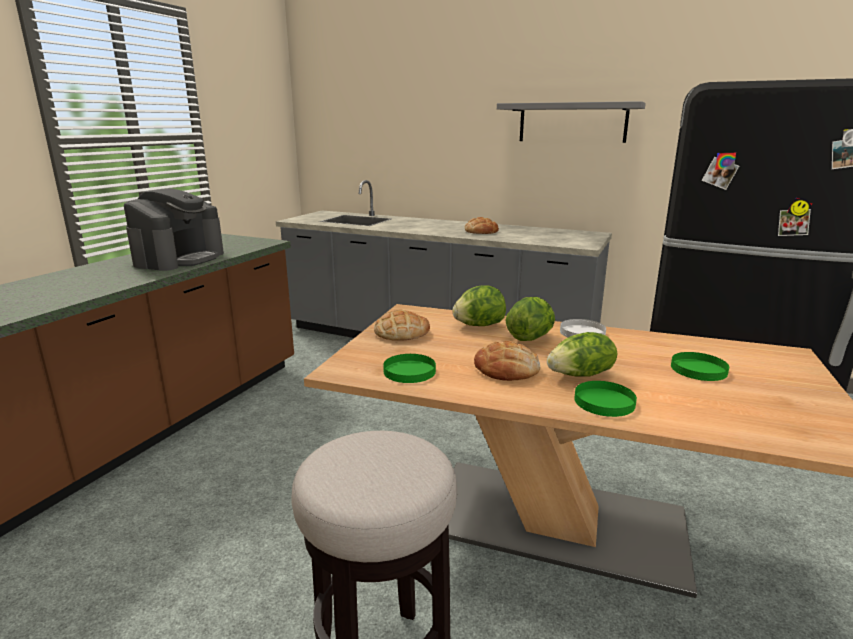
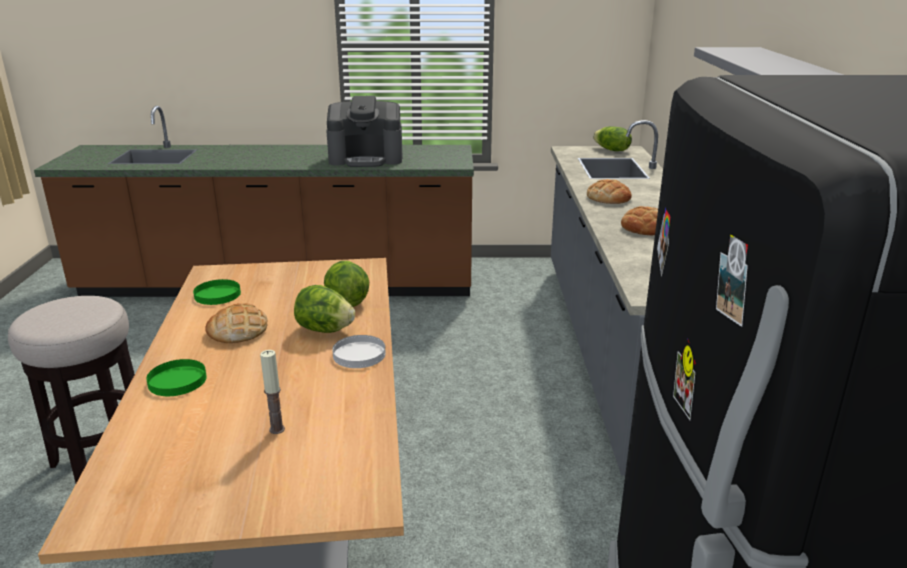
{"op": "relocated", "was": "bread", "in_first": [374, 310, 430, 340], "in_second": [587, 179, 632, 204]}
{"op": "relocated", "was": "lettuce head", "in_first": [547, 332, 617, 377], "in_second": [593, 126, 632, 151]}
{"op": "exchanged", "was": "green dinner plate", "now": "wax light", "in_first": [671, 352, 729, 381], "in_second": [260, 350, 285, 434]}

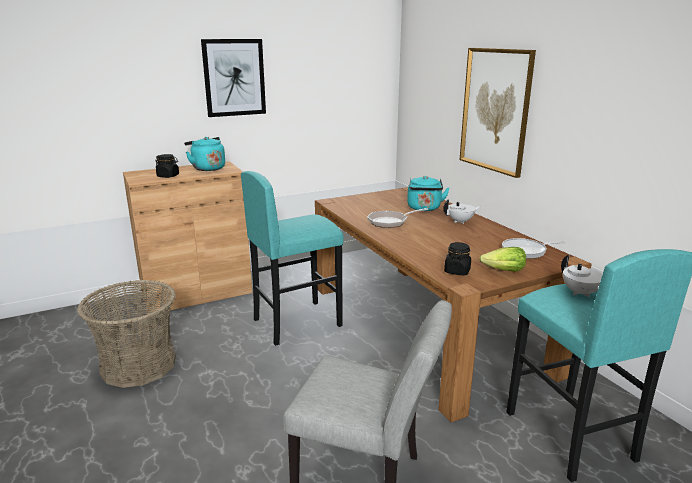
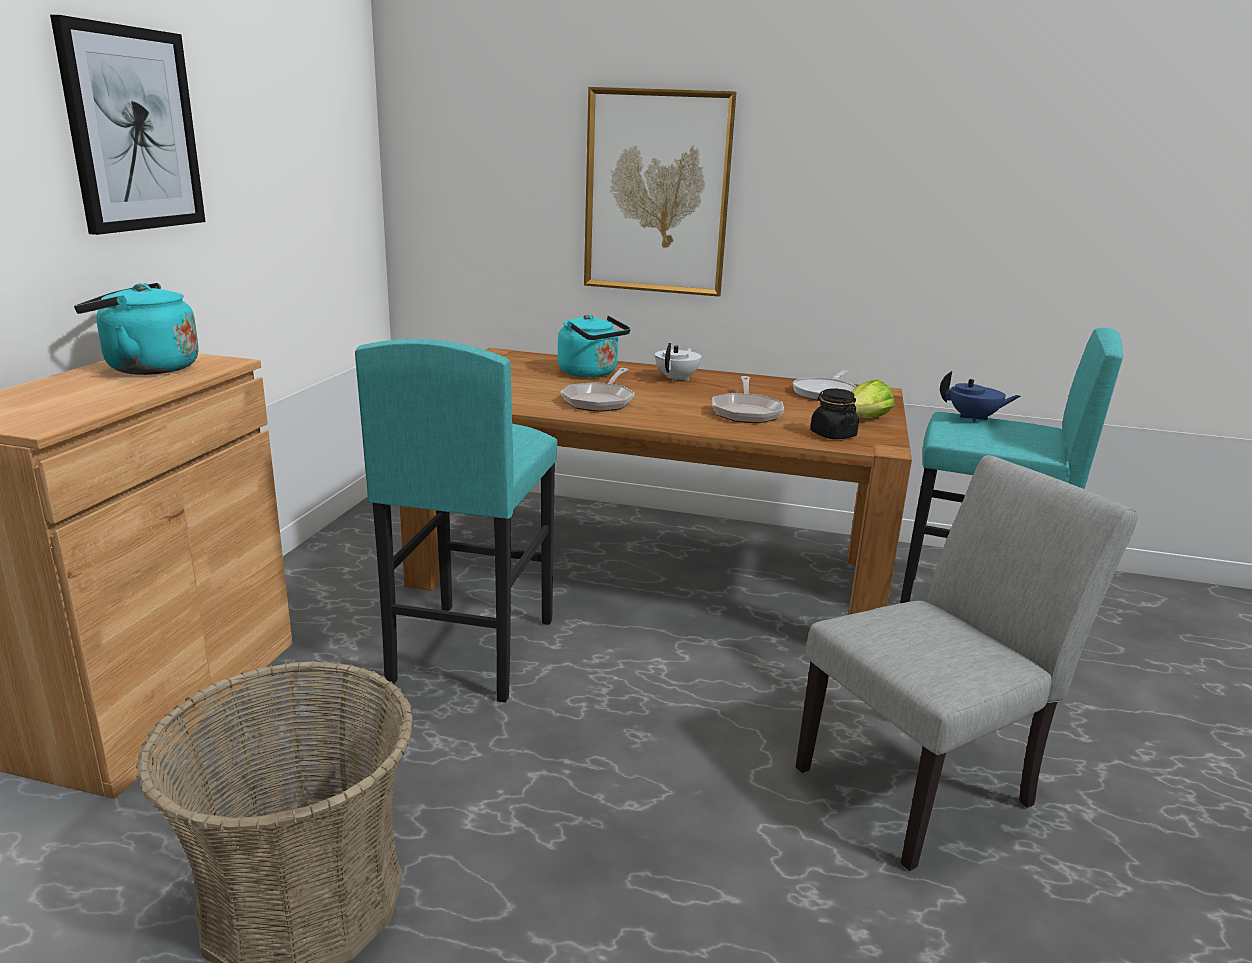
{"op": "missing", "was": "black storage jar", "in_first": [155, 154, 179, 178]}
{"op": "colour", "was": "whitish pot for tea", "now": "bluish pot for tea", "in_first": [561, 255, 603, 297], "in_second": [940, 371, 1021, 422]}
{"op": "appeared", "now": "pan", "in_second": [712, 376, 784, 423]}

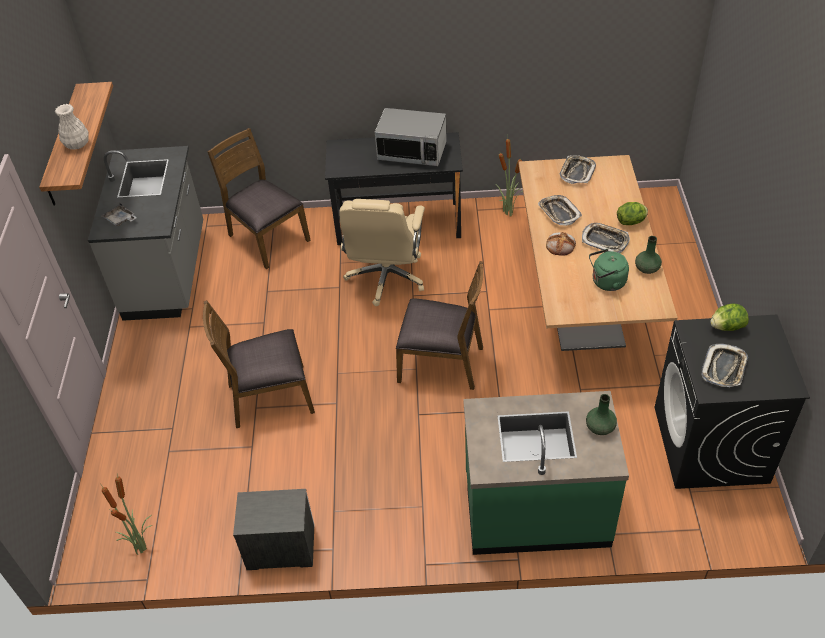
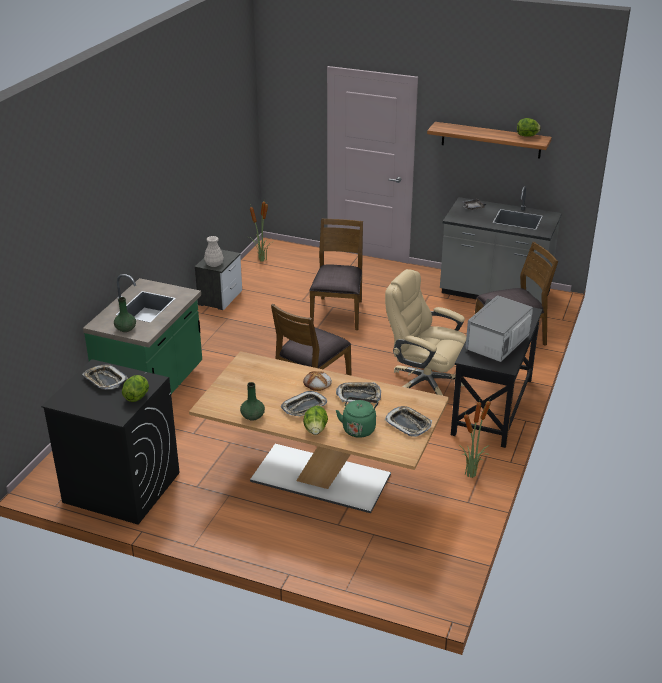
{"op": "relocated", "was": "whitish flower vase", "in_first": [55, 104, 89, 149], "in_second": [204, 236, 224, 267]}
{"op": "relocated", "was": "green water kettle", "in_first": [589, 249, 629, 291], "in_second": [336, 397, 378, 438]}
{"op": "appeared", "now": "lettuce head", "in_second": [517, 118, 541, 137]}

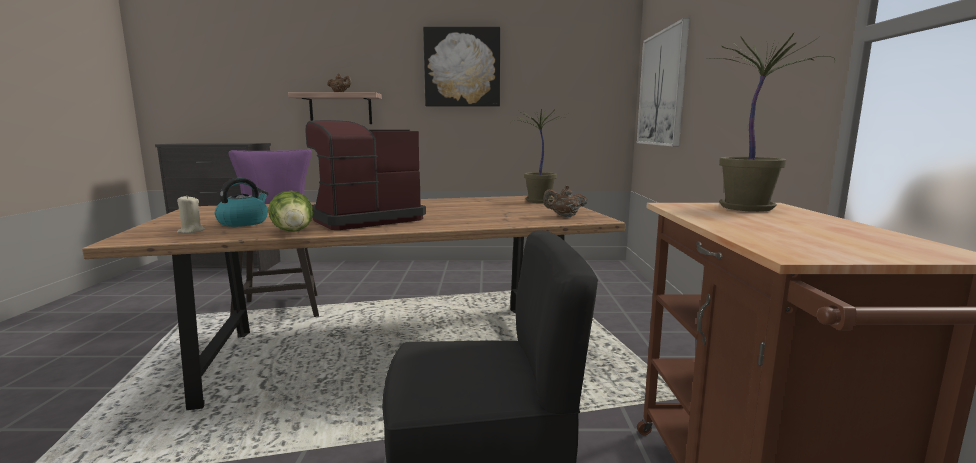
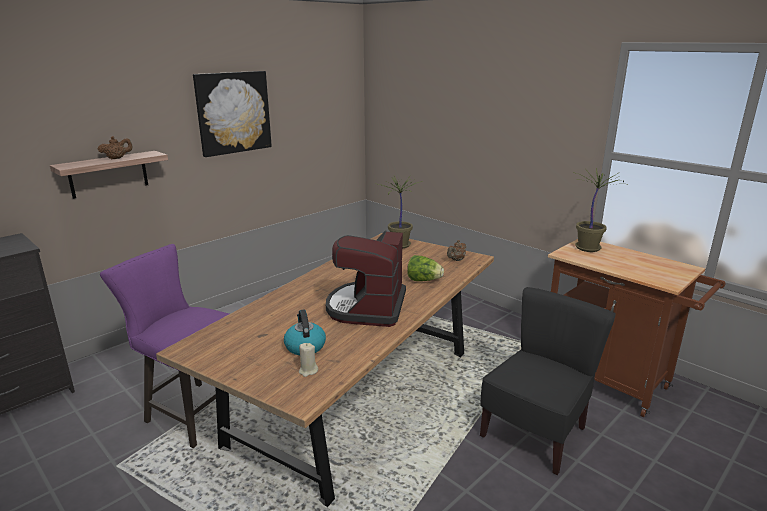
{"op": "missing", "was": "wall art", "in_first": [637, 18, 690, 147]}
{"op": "relocated", "was": "lettuce head", "in_first": [268, 191, 313, 232], "in_second": [407, 255, 444, 281]}

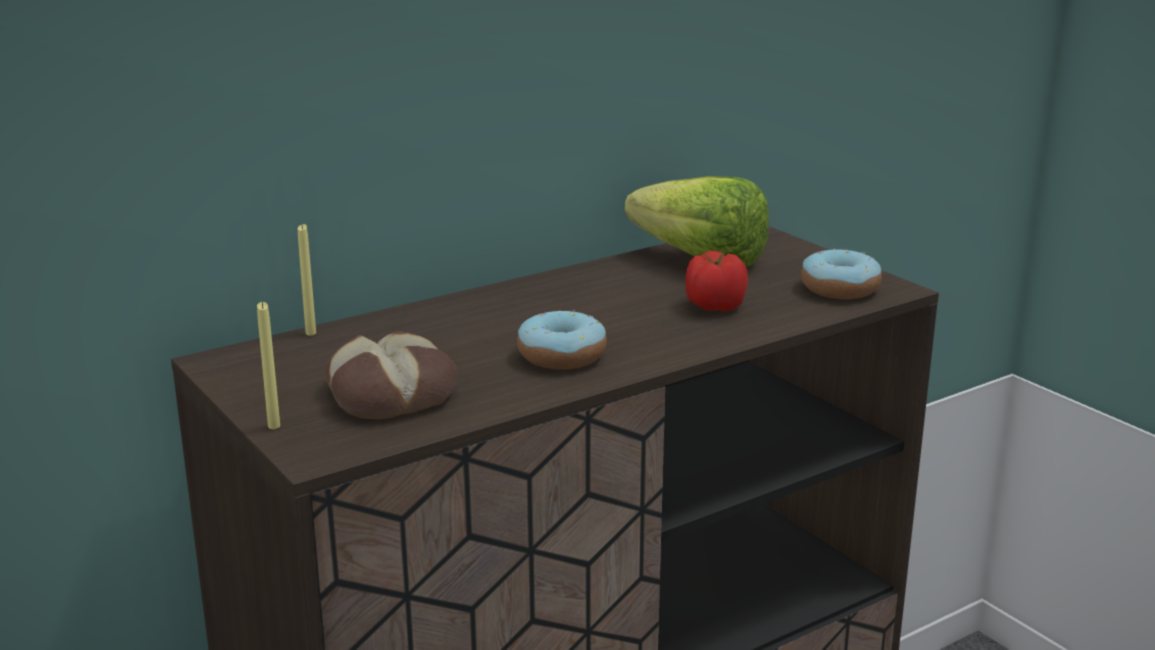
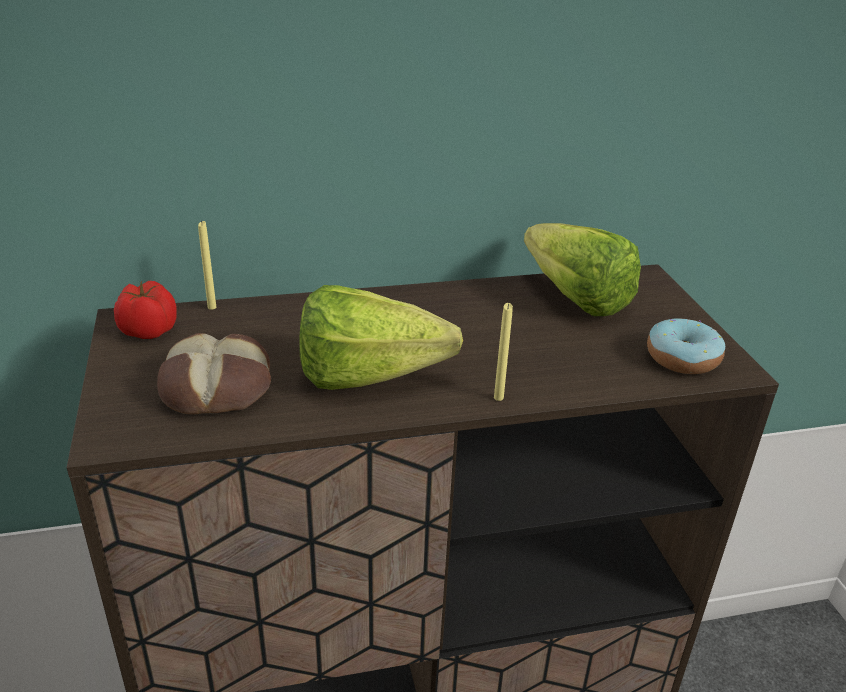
{"op": "relocated", "was": "whole tomato", "in_first": [685, 251, 748, 311], "in_second": [114, 281, 177, 339]}
{"op": "relocated", "was": "yellowish wax light", "in_first": [257, 302, 280, 429], "in_second": [494, 303, 513, 401]}
{"op": "exchanged", "was": "doughnut", "now": "lettuce head", "in_first": [517, 309, 607, 370], "in_second": [299, 285, 463, 390]}

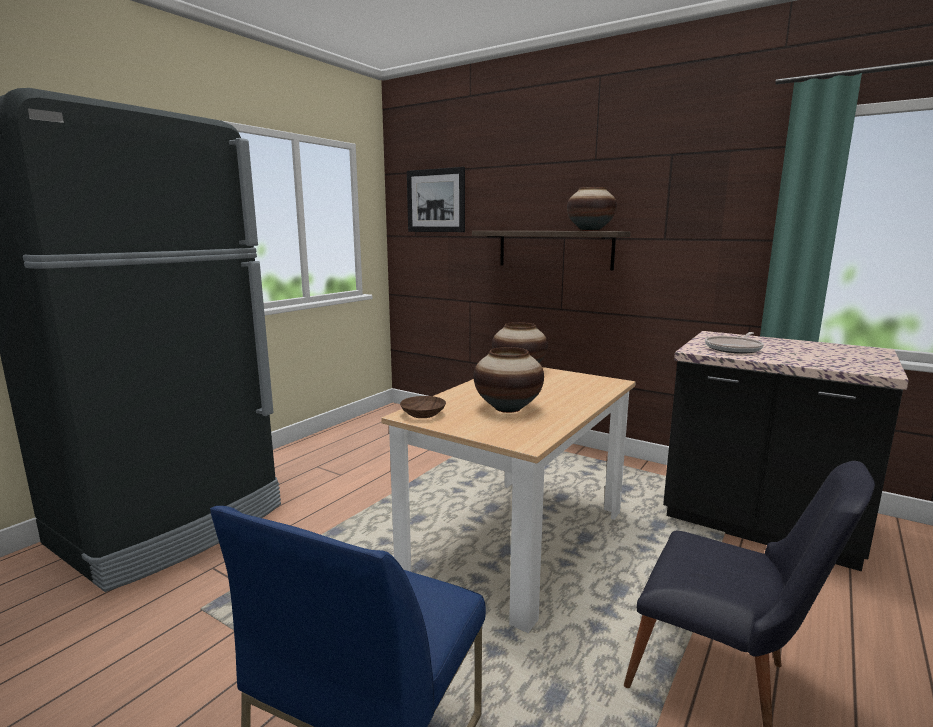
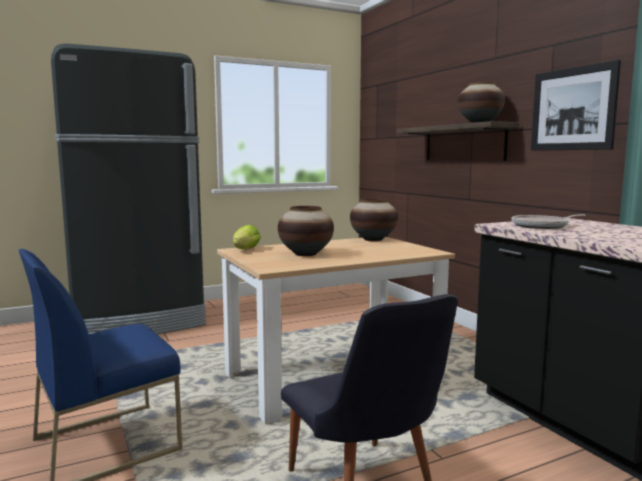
{"op": "relocated", "was": "wall art", "in_first": [407, 167, 465, 232], "in_second": [531, 60, 621, 151]}
{"op": "exchanged", "was": "brown-coloured deep dish", "now": "lettuce head", "in_first": [400, 396, 446, 418], "in_second": [233, 225, 261, 250]}

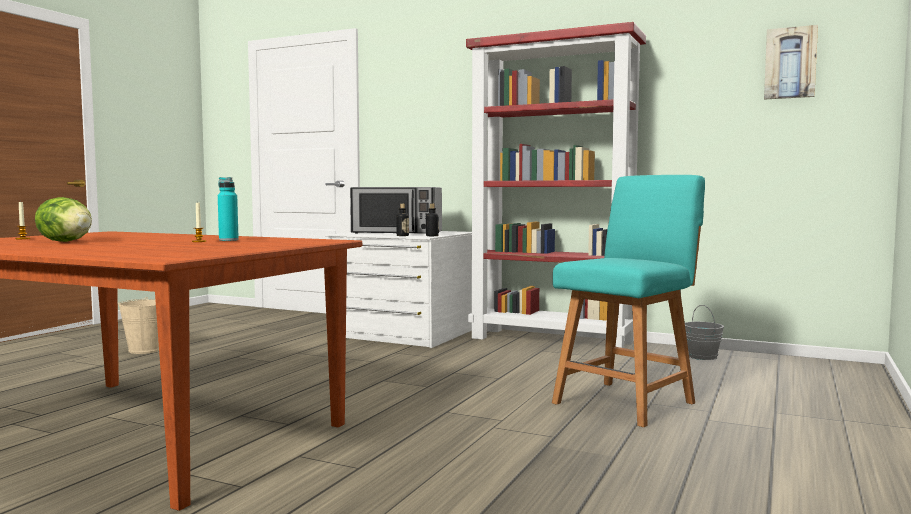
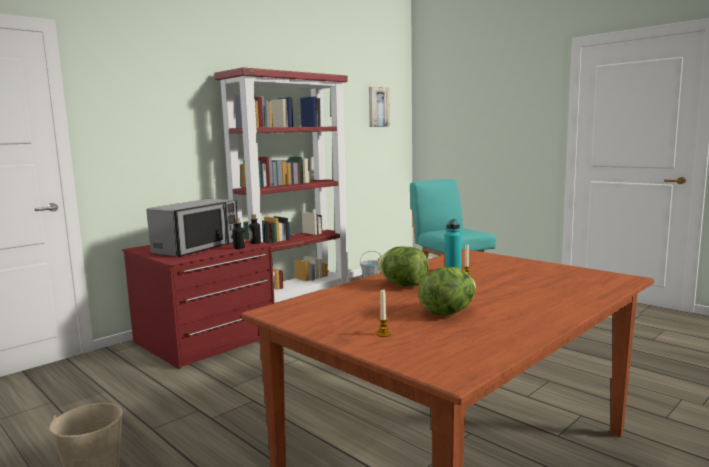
{"op": "colour", "was": "whitish chest of drawers", "now": "red chest of drawers", "in_first": [326, 231, 472, 348], "in_second": [122, 239, 275, 369]}
{"op": "appeared", "now": "lettuce head", "in_second": [377, 247, 429, 286]}

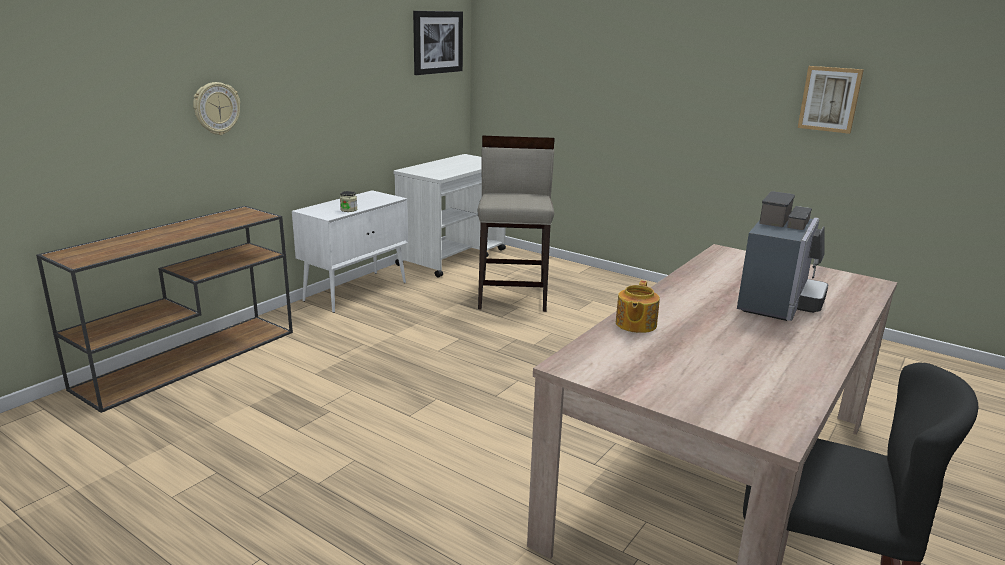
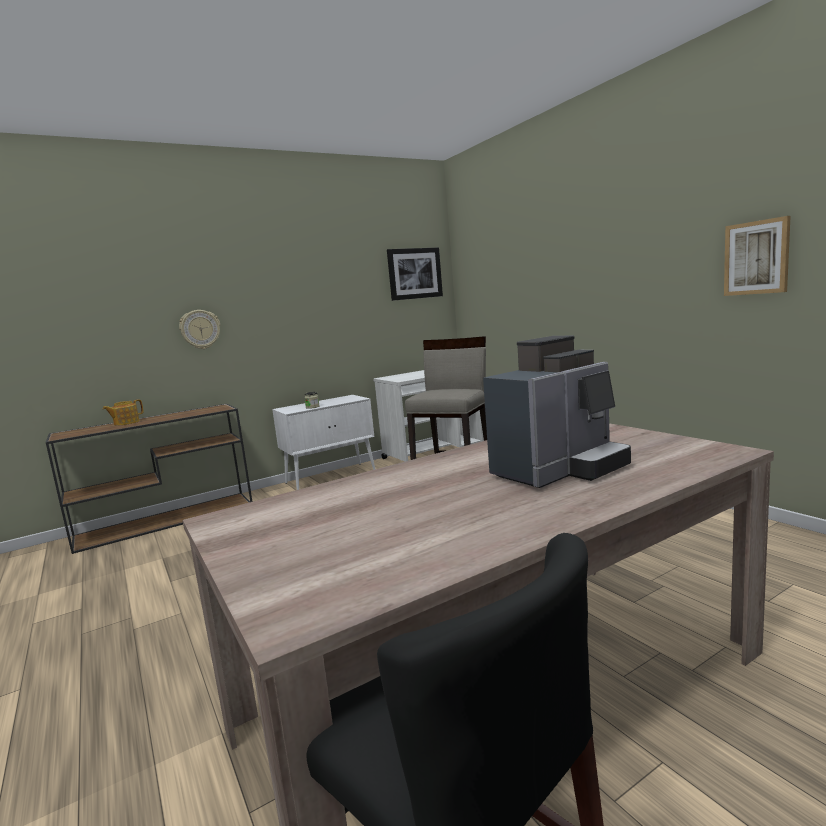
{"op": "relocated", "was": "pot for tea", "in_first": [616, 280, 660, 333], "in_second": [103, 399, 143, 426]}

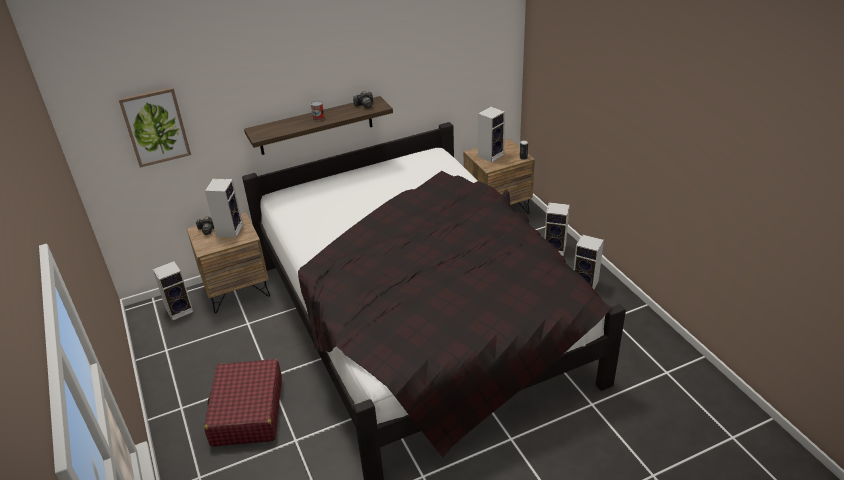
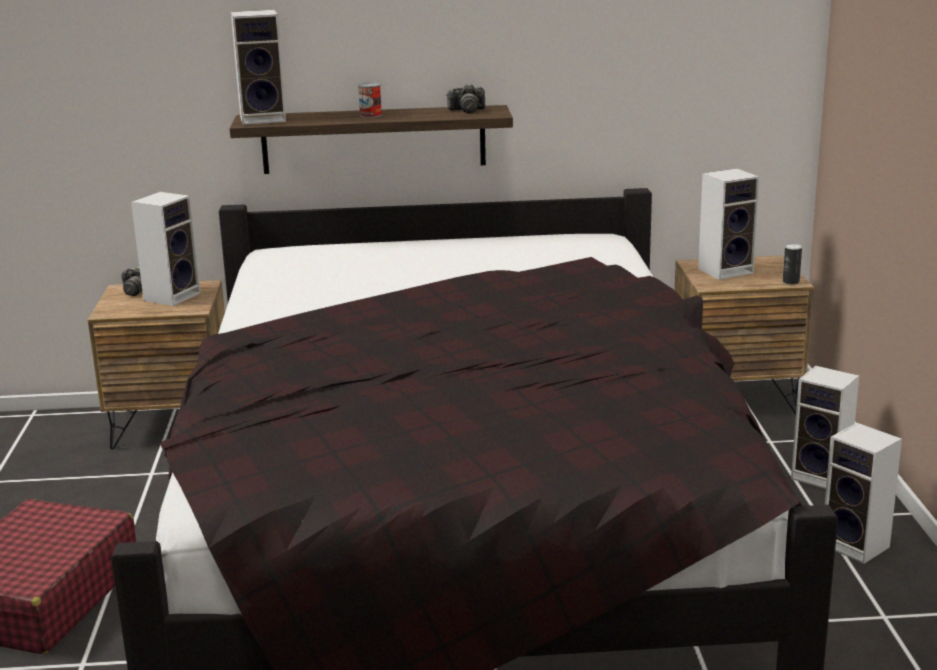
{"op": "missing", "was": "wall art", "in_first": [118, 87, 191, 168]}
{"op": "relocated", "was": "audio speaker", "in_first": [153, 261, 193, 321], "in_second": [231, 10, 286, 125]}

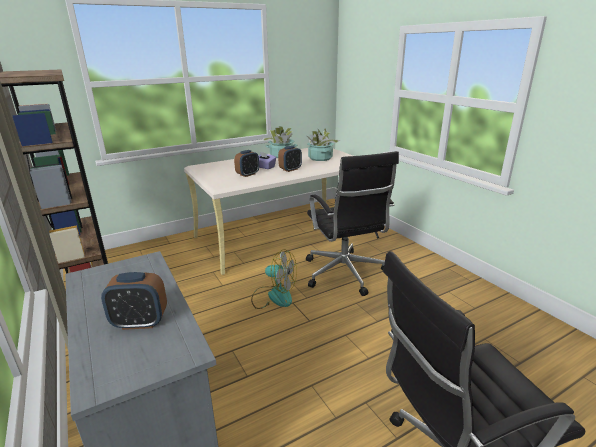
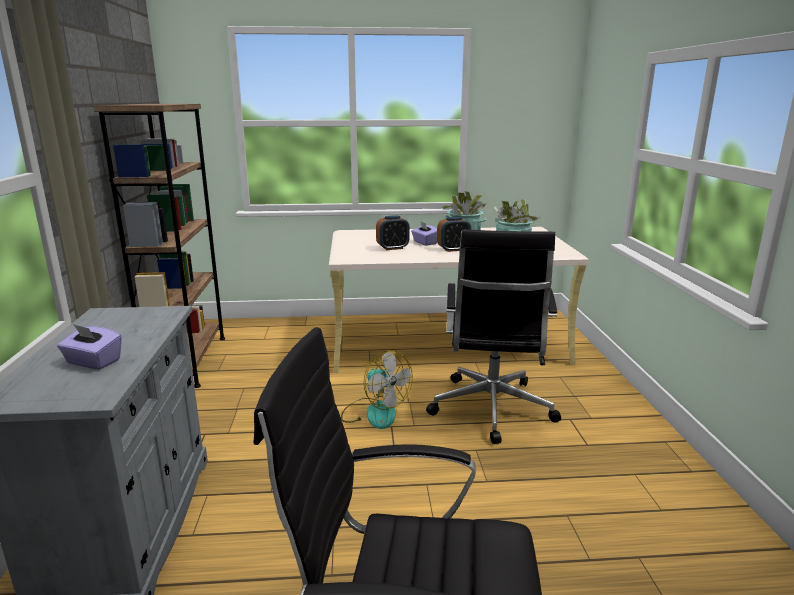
{"op": "exchanged", "was": "table clock", "now": "purple tissue box", "in_first": [101, 272, 167, 330], "in_second": [57, 324, 122, 370]}

